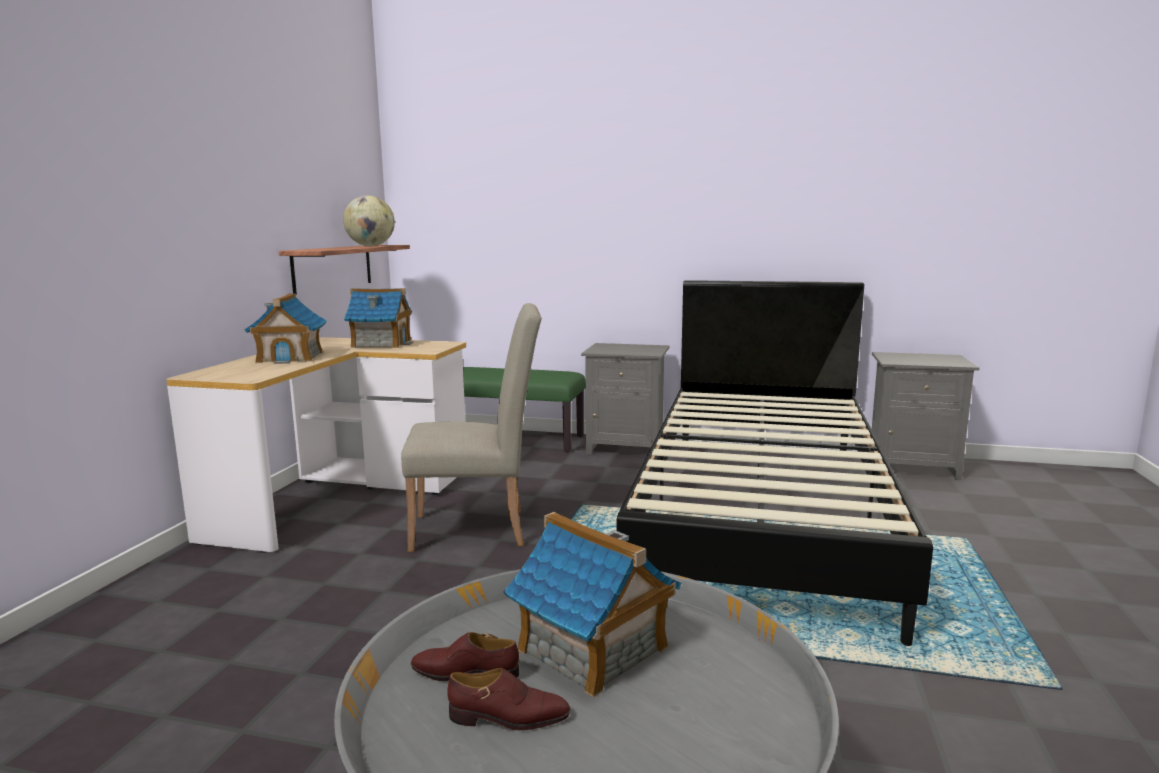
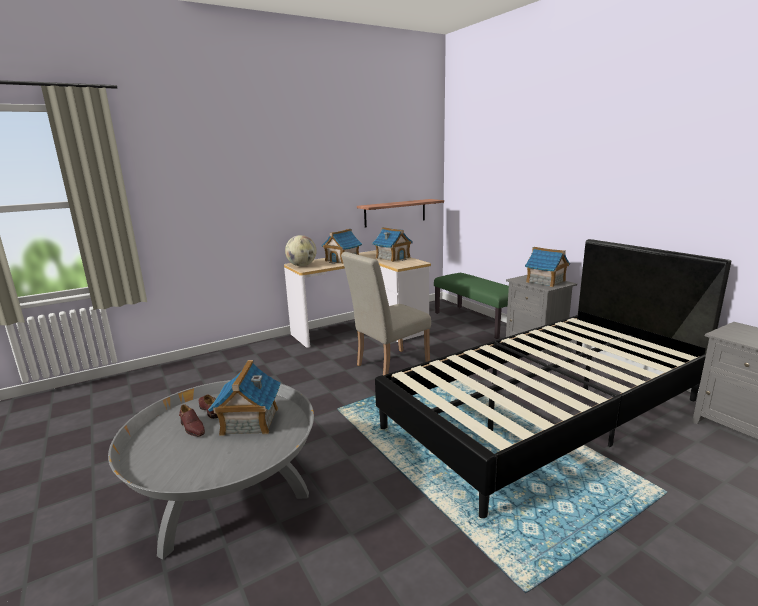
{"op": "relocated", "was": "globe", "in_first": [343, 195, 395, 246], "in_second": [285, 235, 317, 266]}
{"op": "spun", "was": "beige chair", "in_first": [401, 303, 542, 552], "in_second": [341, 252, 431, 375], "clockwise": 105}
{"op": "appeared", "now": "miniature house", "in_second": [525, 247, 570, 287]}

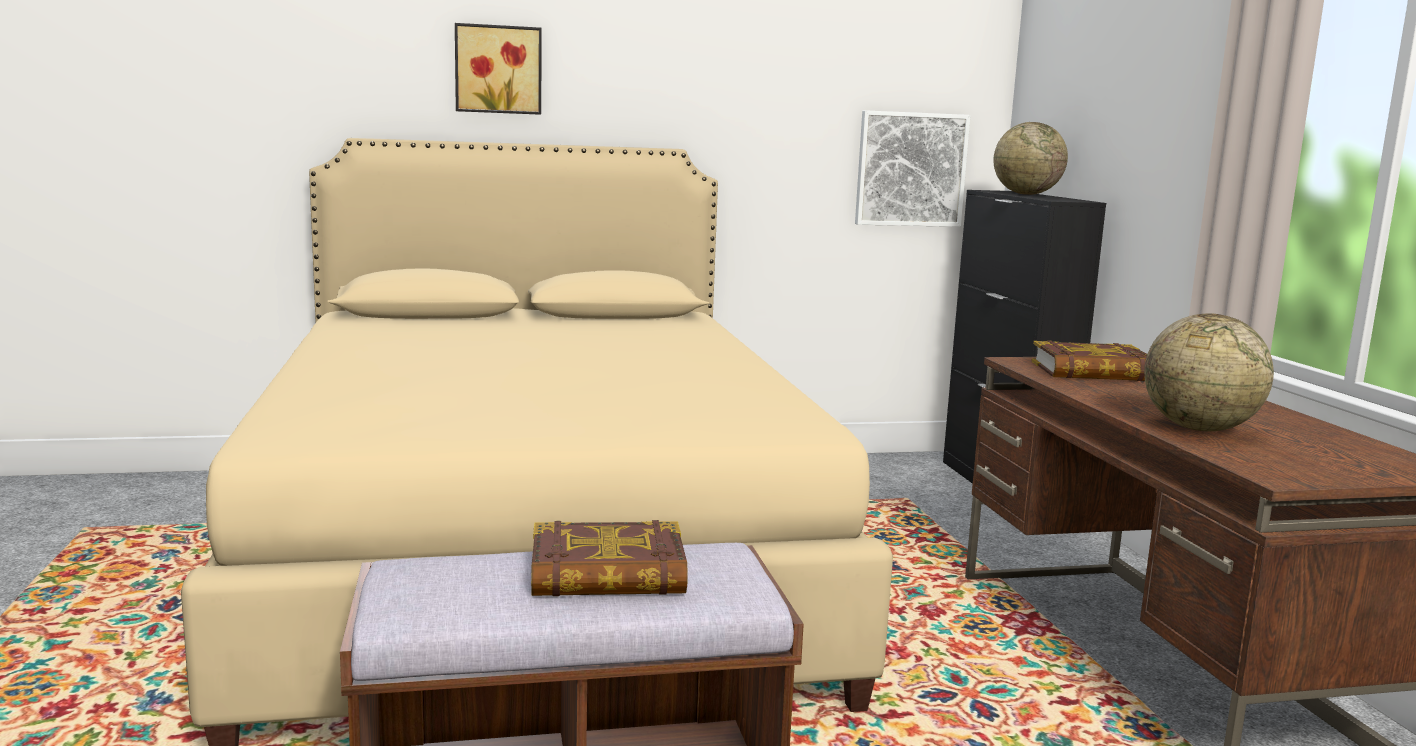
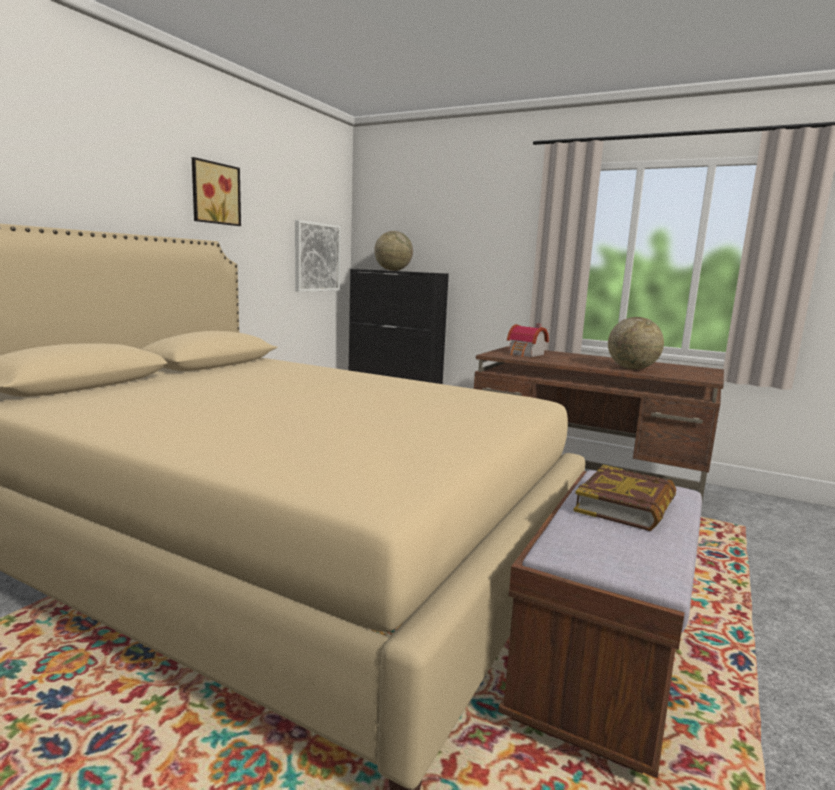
{"op": "relocated", "was": "wall art", "in_first": [455, 23, 542, 115], "in_second": [192, 157, 241, 226]}
{"op": "exchanged", "was": "bound book", "now": "miniature house", "in_first": [1031, 341, 1147, 381], "in_second": [507, 324, 549, 357]}

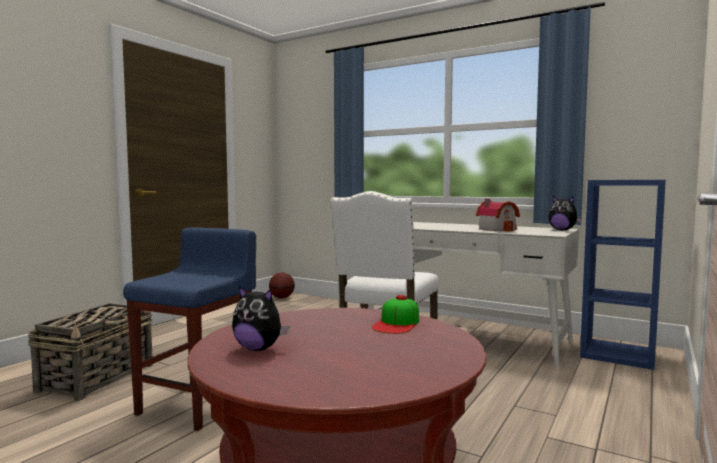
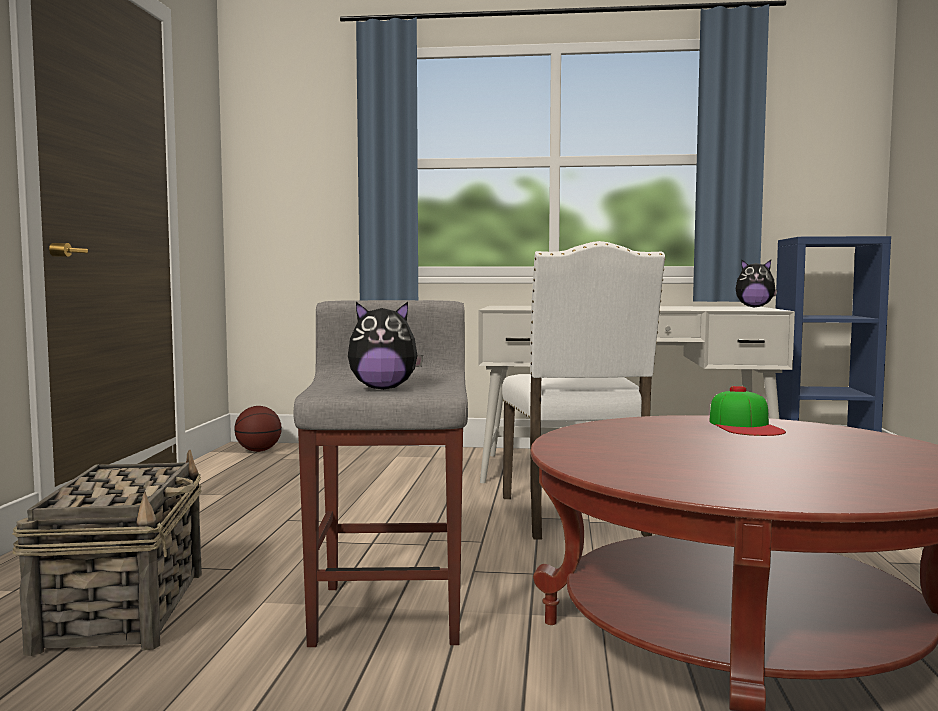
{"op": "missing", "was": "miniature house", "in_first": [476, 199, 520, 232]}
{"op": "colour", "was": "bluish stool seat", "now": "grey stool seat", "in_first": [123, 228, 256, 431], "in_second": [294, 300, 468, 647]}
{"op": "relocated", "was": "plush toy", "in_first": [232, 286, 290, 351], "in_second": [348, 302, 423, 390]}

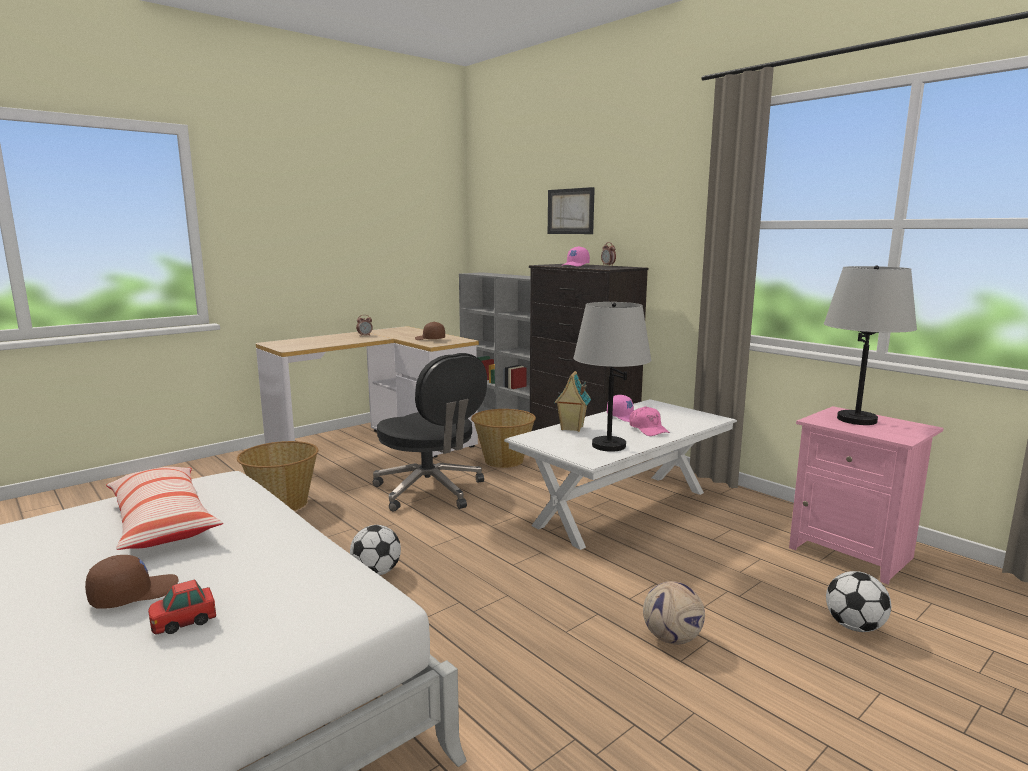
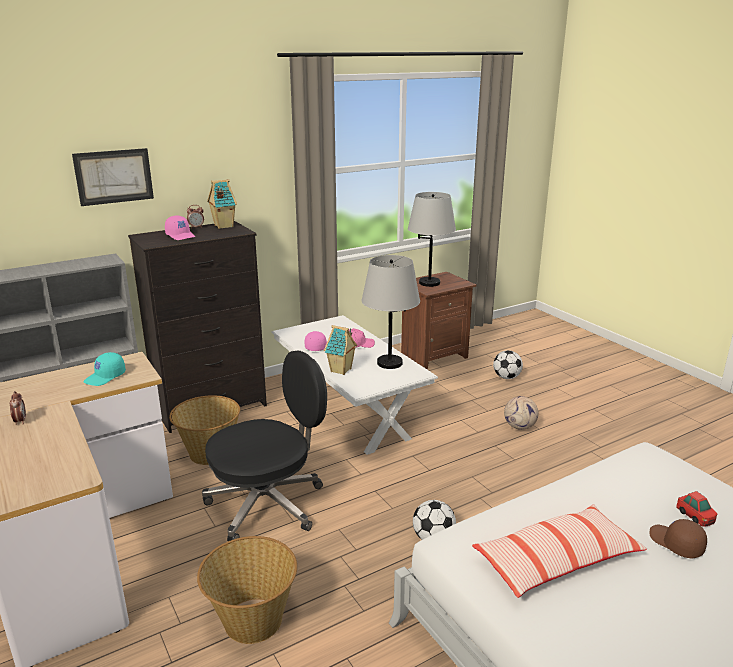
{"op": "colour", "was": "brown-coloured cap", "now": "turquoise-coloured cap", "in_first": [415, 322, 445, 340], "in_second": [83, 352, 126, 386]}
{"op": "colour", "was": "pink-coloured night table", "now": "brown-coloured night table", "in_first": [789, 406, 944, 584], "in_second": [401, 272, 477, 370]}
{"op": "appeared", "now": "miniature house", "in_second": [207, 179, 237, 229]}

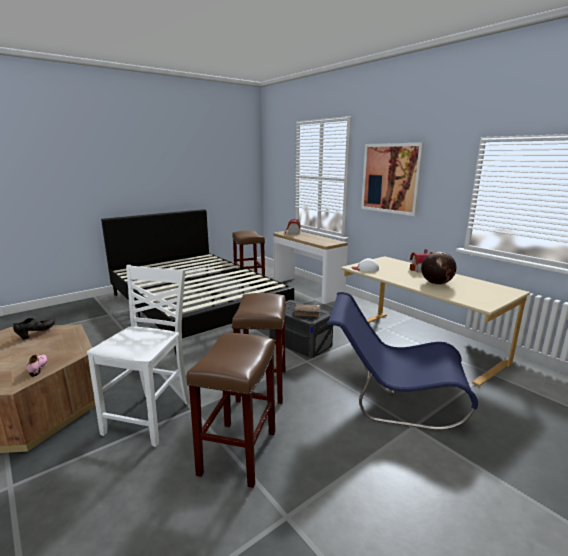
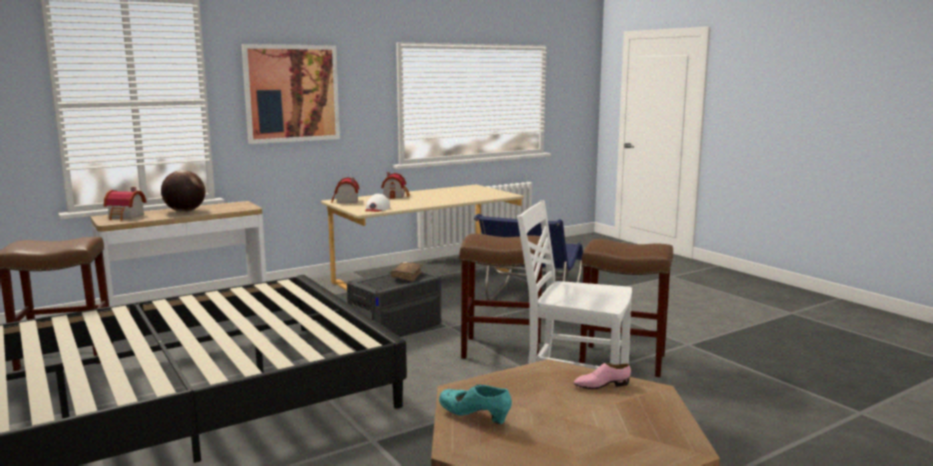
{"op": "relocated", "was": "globe", "in_first": [421, 251, 457, 285], "in_second": [161, 170, 205, 212]}
{"op": "colour", "was": "black item of footwear", "now": "turquoise-coloured item of footwear", "in_first": [13, 318, 56, 340], "in_second": [439, 384, 512, 424]}
{"op": "appeared", "now": "miniature house", "in_second": [331, 177, 359, 204]}

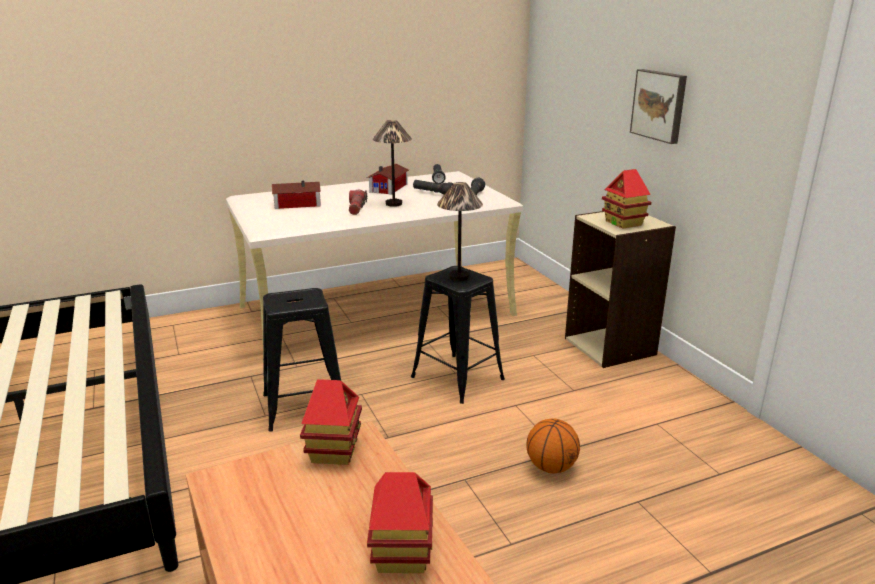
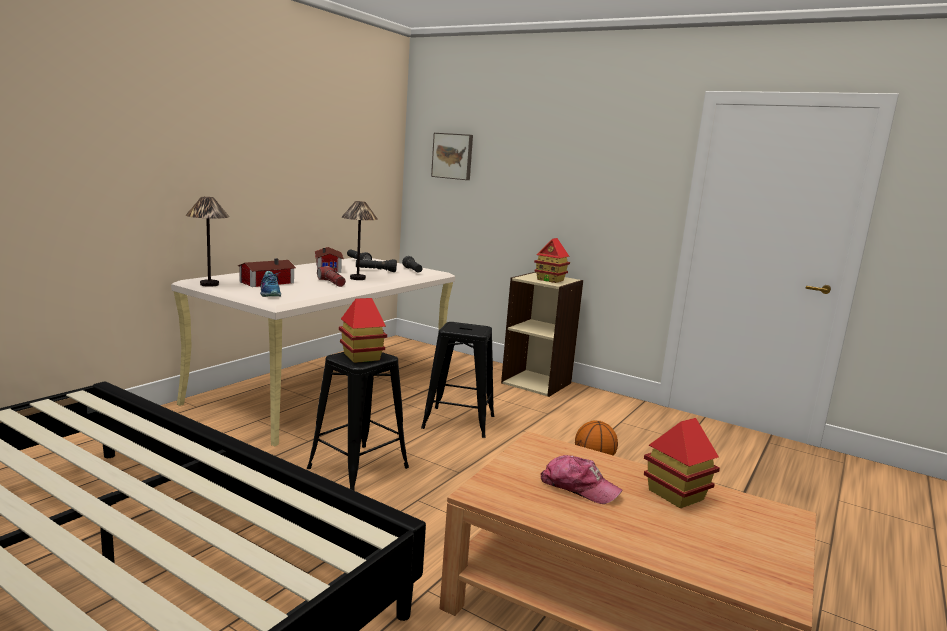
{"op": "relocated", "was": "wall art", "in_first": [630, 69, 687, 144], "in_second": [431, 133, 473, 180]}
{"op": "relocated", "was": "lamp for a table", "in_first": [437, 182, 483, 281], "in_second": [186, 197, 229, 287]}
{"op": "relocated", "was": "miniature house", "in_first": [300, 379, 362, 465], "in_second": [339, 298, 387, 363]}
{"op": "appeared", "now": "item of footwear", "in_second": [260, 271, 281, 297]}
{"op": "appeared", "now": "cap", "in_second": [540, 455, 623, 504]}

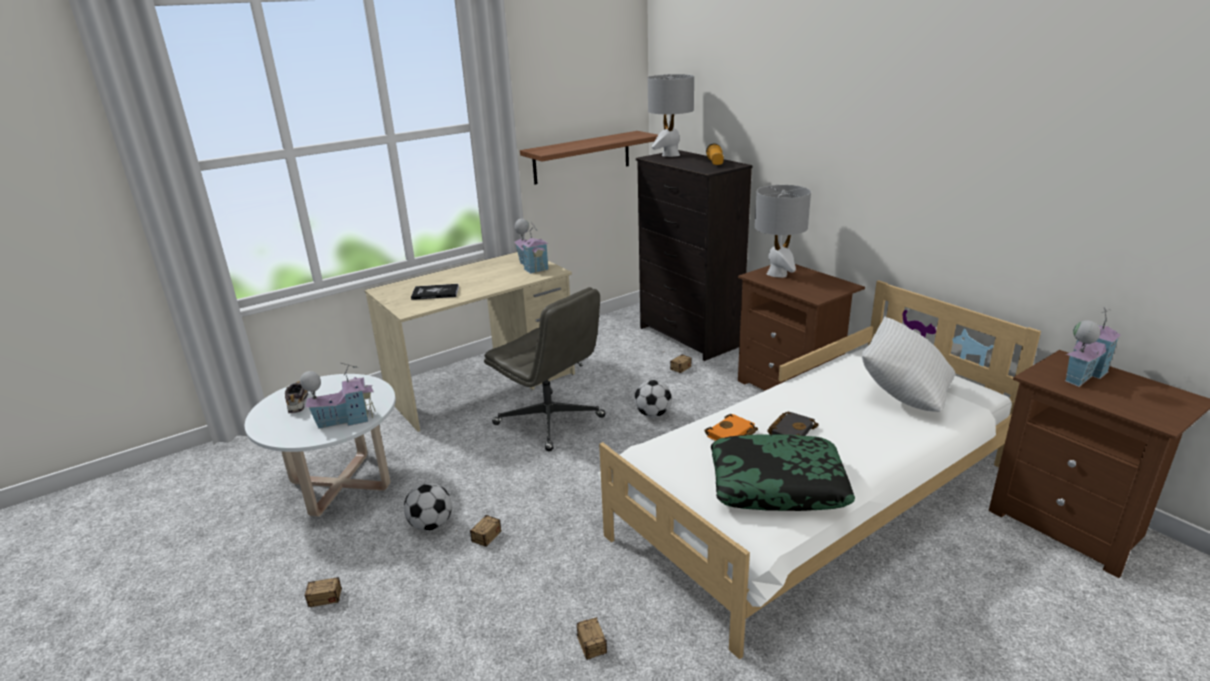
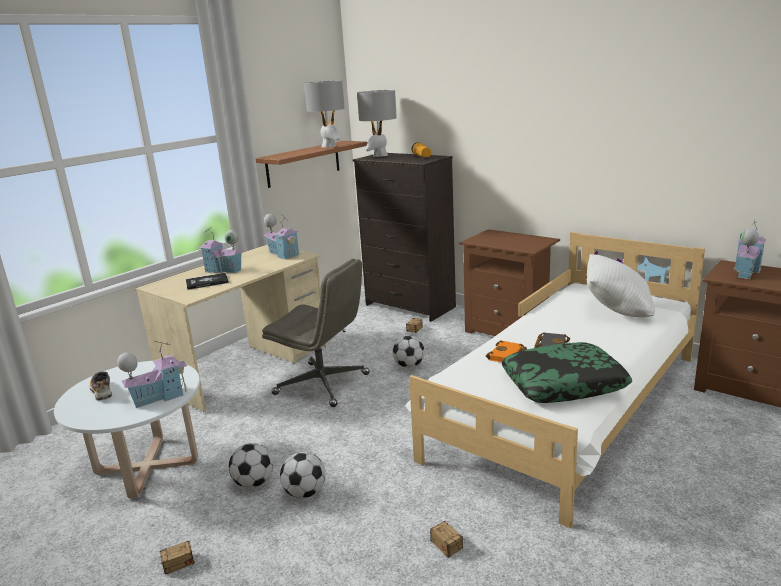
{"op": "relocated", "was": "grey lamp for a table", "in_first": [755, 185, 811, 278], "in_second": [304, 80, 345, 147]}
{"op": "exchanged", "was": "storage bin", "now": "ball for football", "in_first": [456, 515, 501, 547], "in_second": [280, 452, 325, 499]}
{"op": "appeared", "now": "miniature house", "in_second": [199, 227, 243, 274]}

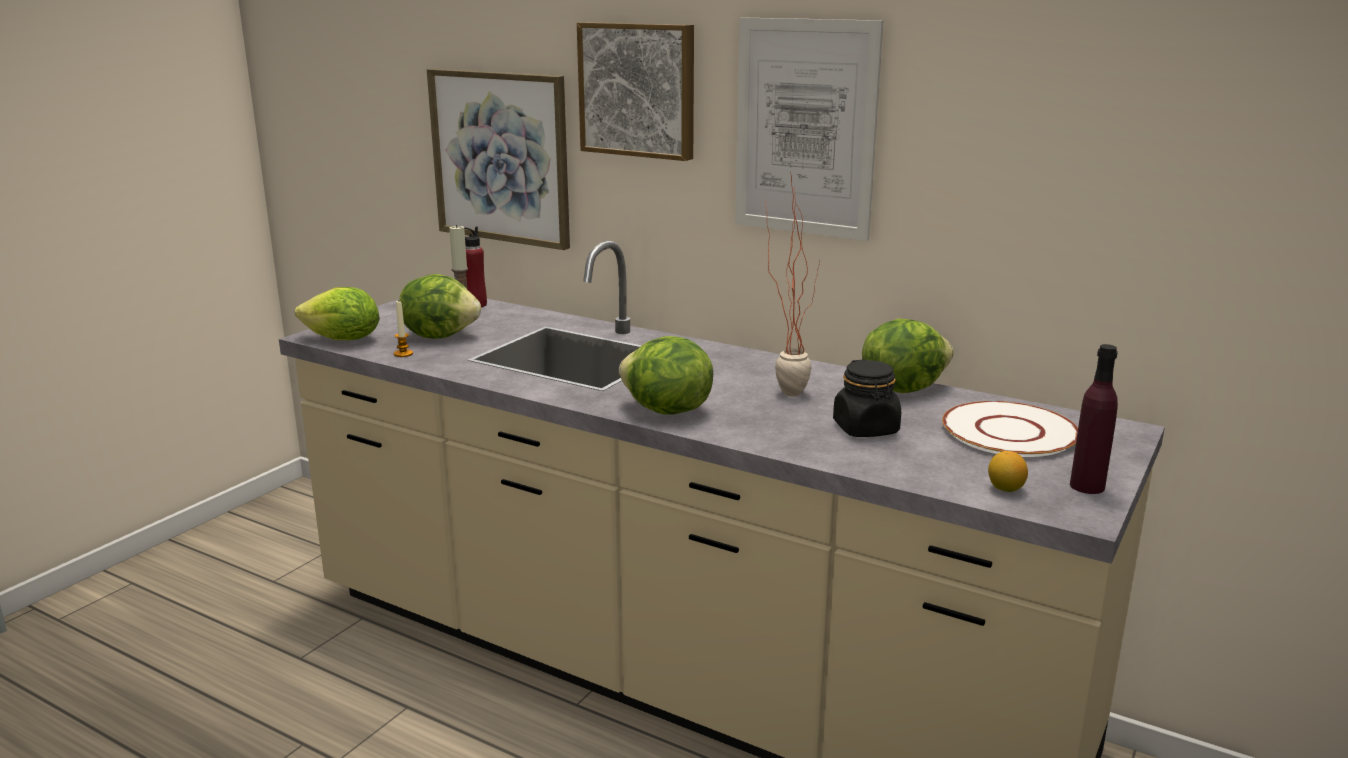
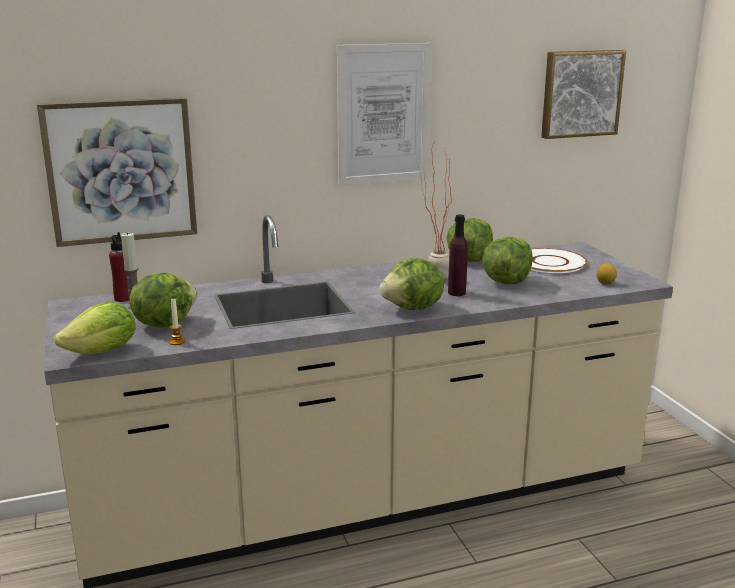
{"op": "relocated", "was": "wall art", "in_first": [577, 22, 694, 161], "in_second": [541, 50, 626, 139]}
{"op": "relocated", "was": "purple beverage bottle", "in_first": [1070, 344, 1118, 494], "in_second": [448, 215, 468, 296]}
{"op": "exchanged", "was": "black storage jar", "now": "lettuce head", "in_first": [833, 359, 901, 437], "in_second": [482, 237, 533, 285]}

